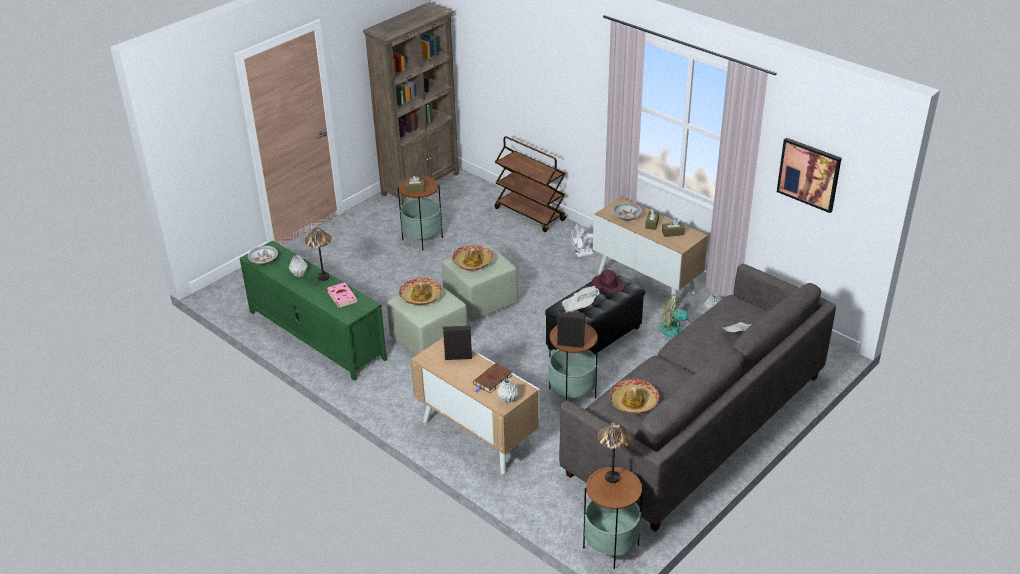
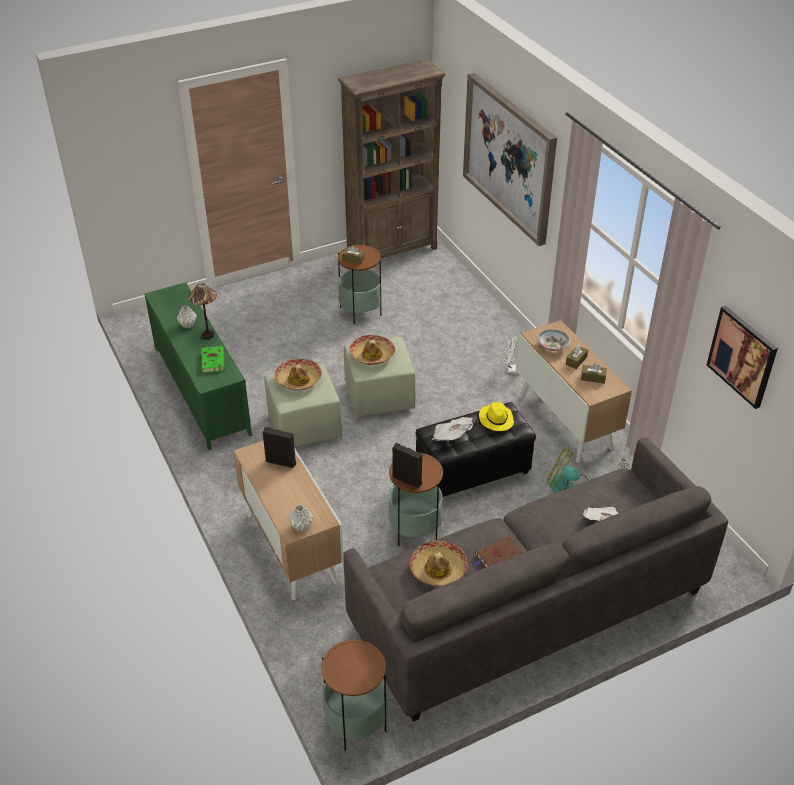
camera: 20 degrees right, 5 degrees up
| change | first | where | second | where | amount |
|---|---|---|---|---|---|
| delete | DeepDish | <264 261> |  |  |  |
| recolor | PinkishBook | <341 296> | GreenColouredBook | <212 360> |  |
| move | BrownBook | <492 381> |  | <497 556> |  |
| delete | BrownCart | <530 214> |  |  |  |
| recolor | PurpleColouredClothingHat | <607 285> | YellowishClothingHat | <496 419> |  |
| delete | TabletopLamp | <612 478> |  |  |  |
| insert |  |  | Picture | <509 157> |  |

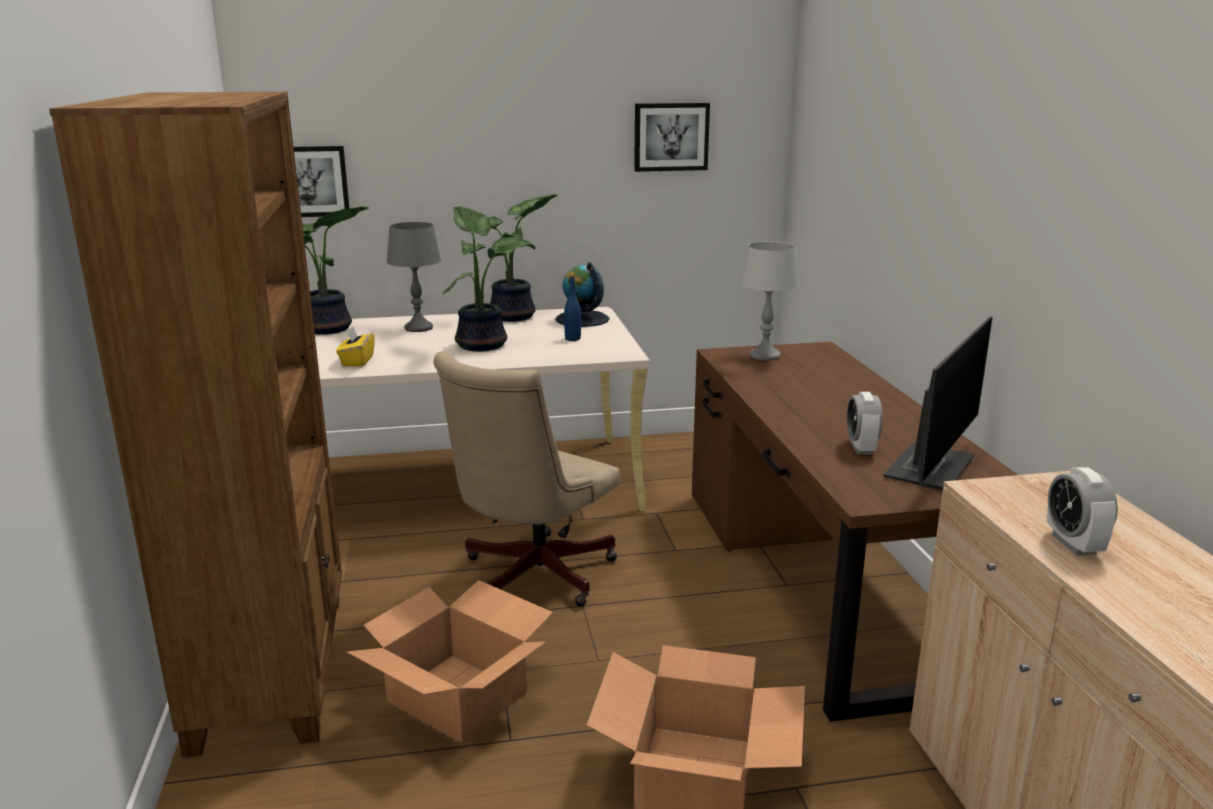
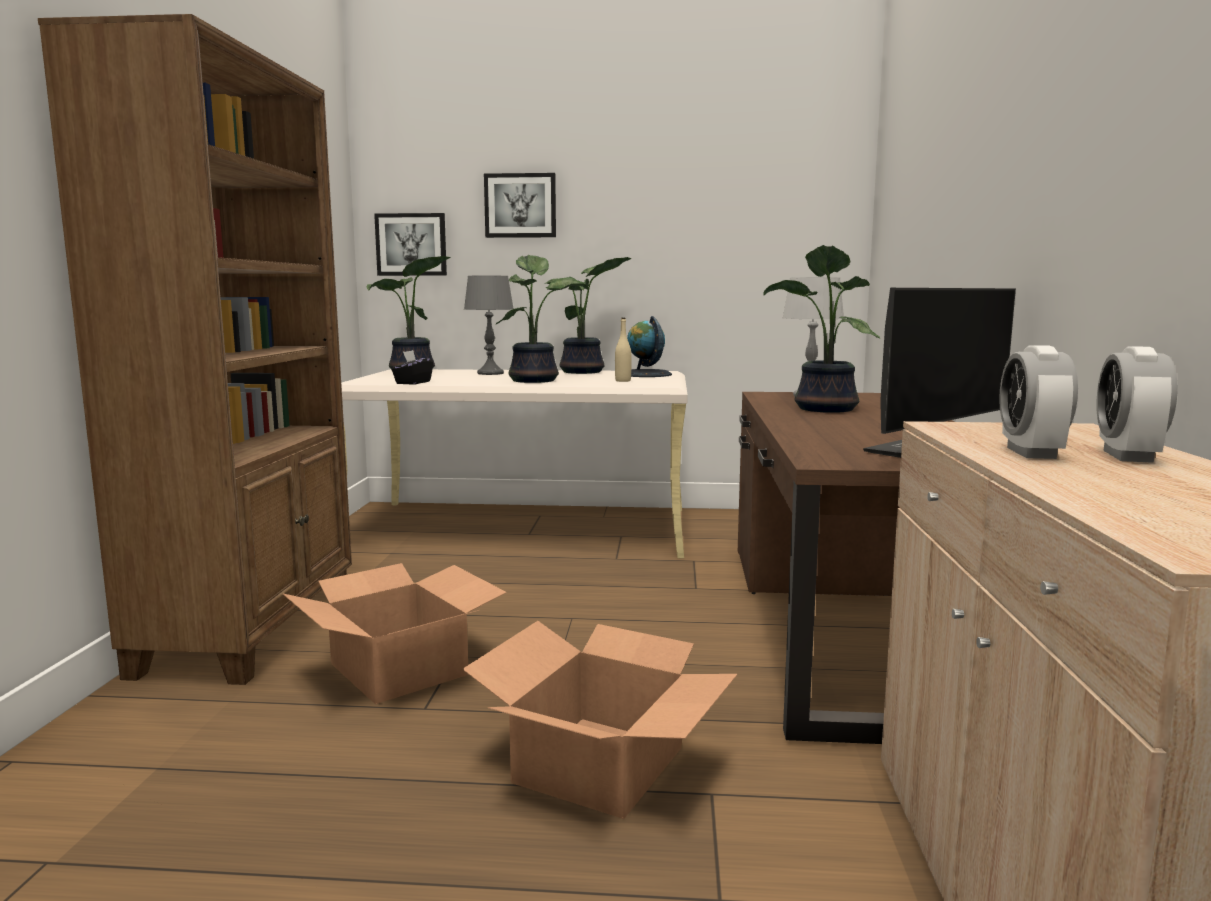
camera: 15 degrees right, 10 degrees down
| change | first | where | second | where | amount |
|---|---|---|---|---|---|
| recolor | YellowishTissueHolder | <357 361> | BlackColouredTissueHolder | <412 383> |  |
| delete | SandColouredComputerChair | <531 576> |  |  |  |
| recolor | BluishBeverageBottle | <572 339> | SandColouredBeverageBottle | <623 381> |  |
| move | Picture | <671 137> |  | <520 205> |  |
| move | BedsideClock | <861 448> |  | <1128 456> |  |
| insert |  |  | Houseplant | <822 409> |  |

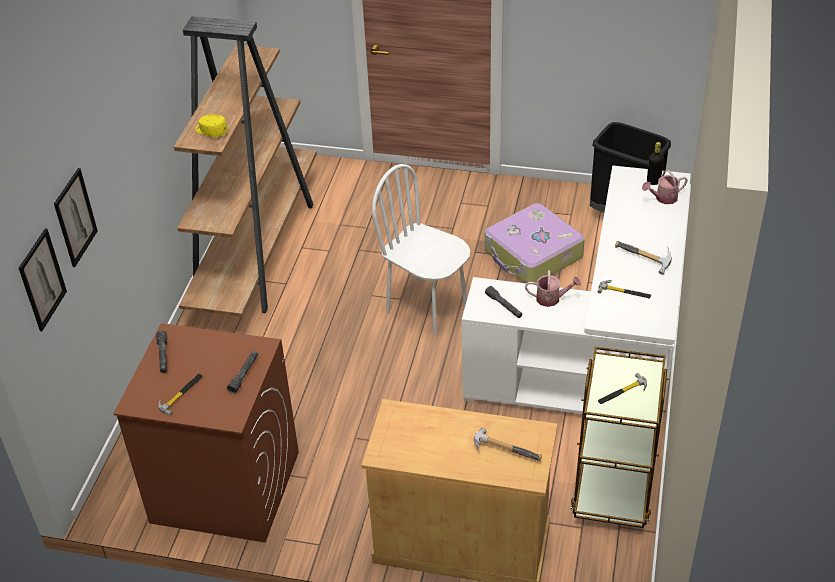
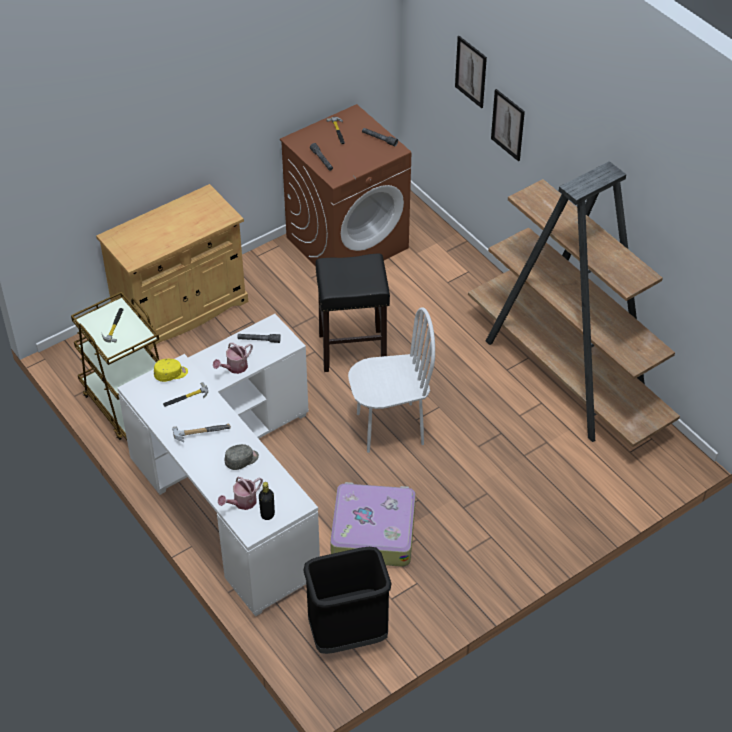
camera: 130 degrees right, 5 degrees up
| change | first | where | second | where | amount |
|---|---|---|---|---|---|
| move | Picture | <42 280> |  | <508 125> |  |
| move | YellowishCap | <211 131> |  | <171 374> |  |
| delete | HandHammer | <505 448> |  |  |  |
| rotate | WateringPot | <663 198> |  | <242 502> | 150 degrees counterclockwise |
| insert |  |  | GreyCap | <242 460> |  |
| insert |  |  | BlackColouredSittingStool | <353 350> |  |

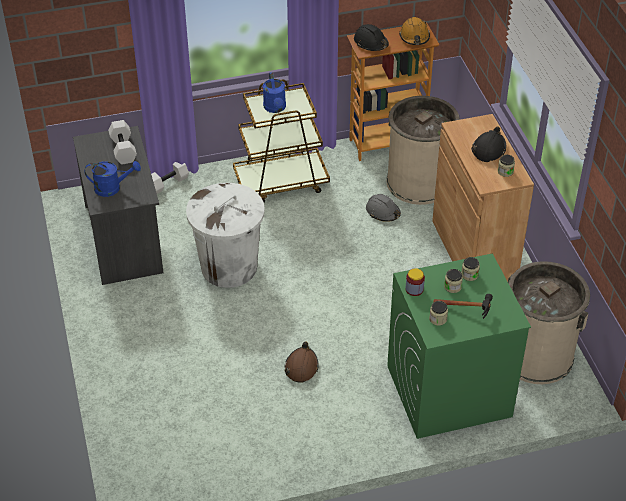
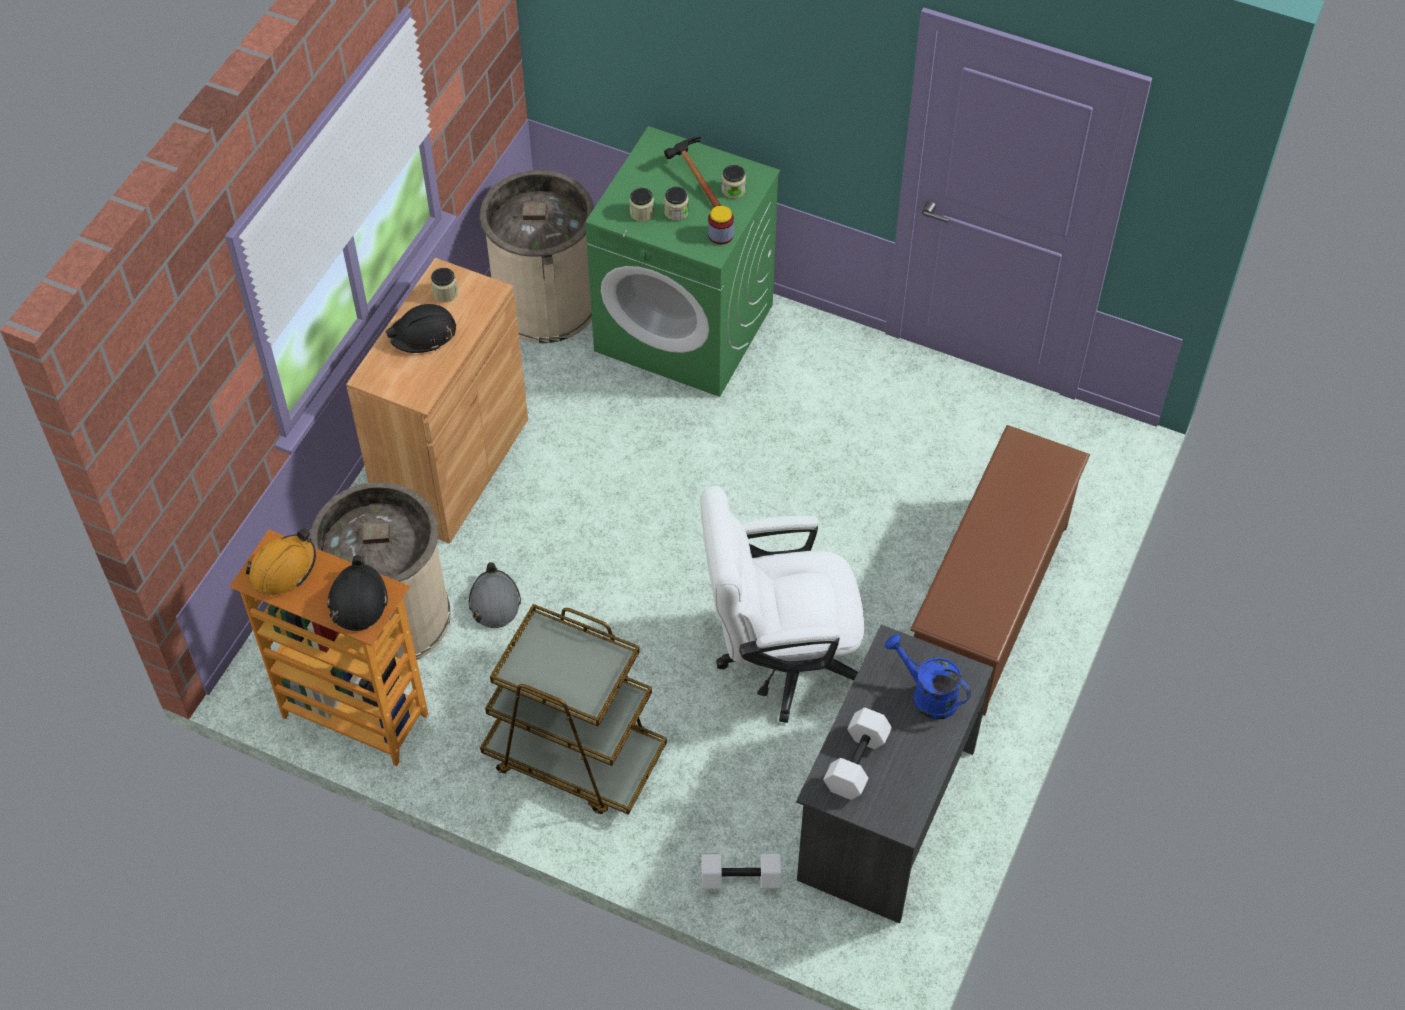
camera: 140 degrees left, 10 degrees up
| change | first | where | second | where | amount |
|---|---|---|---|---|---|
| replace | WhiteColouredRubbishBin | <229 267> | WhiteColouredComputerChair | <779 659> |  |
| delete | BluishWateringPot | <275 108> |  |  |  |
| delete | BrownHardHat | <301 367> |  |  |  |
| insert |  |  | BrownShoeStand | <989 604> |  |

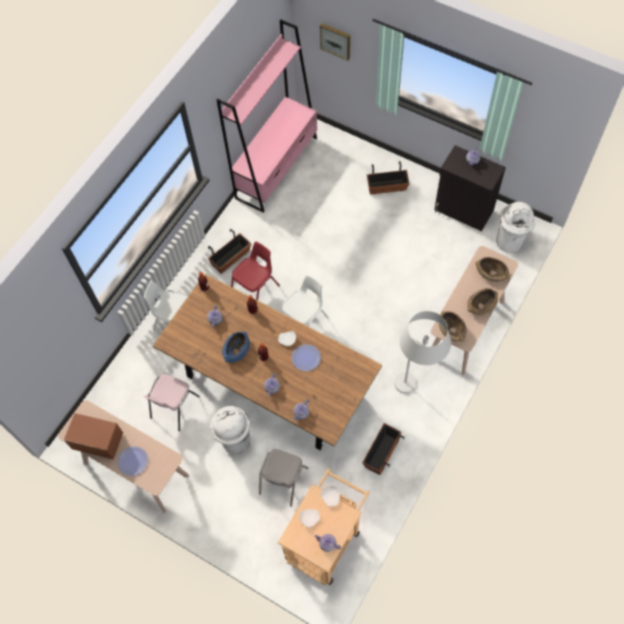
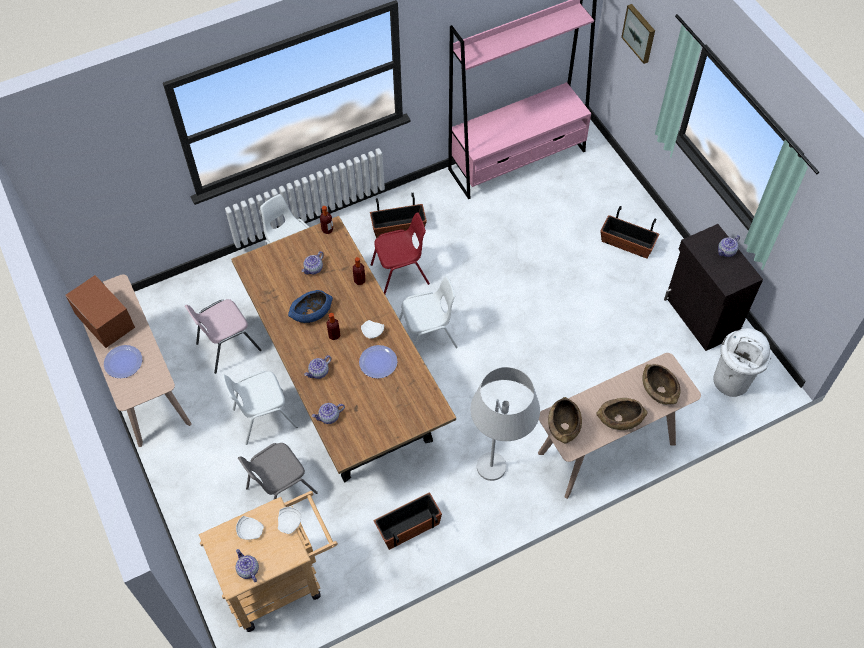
camera: 30 degrees right, 5 degrees down
| change | first | where | second | where | amount |
|---|---|---|---|---|---|
| replace | WhiteColouredRubbishBin | <235 440> | WhiteColouredUprightChair | <263 417> |  |

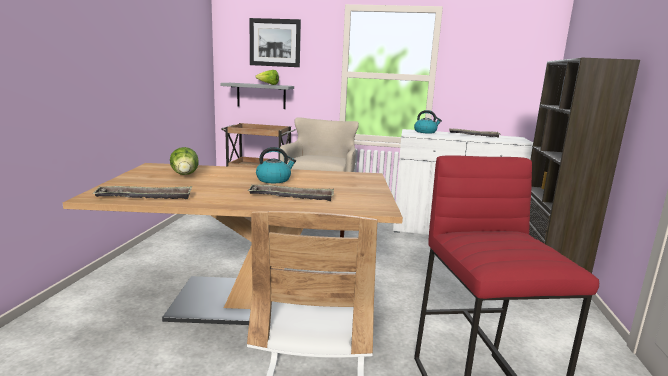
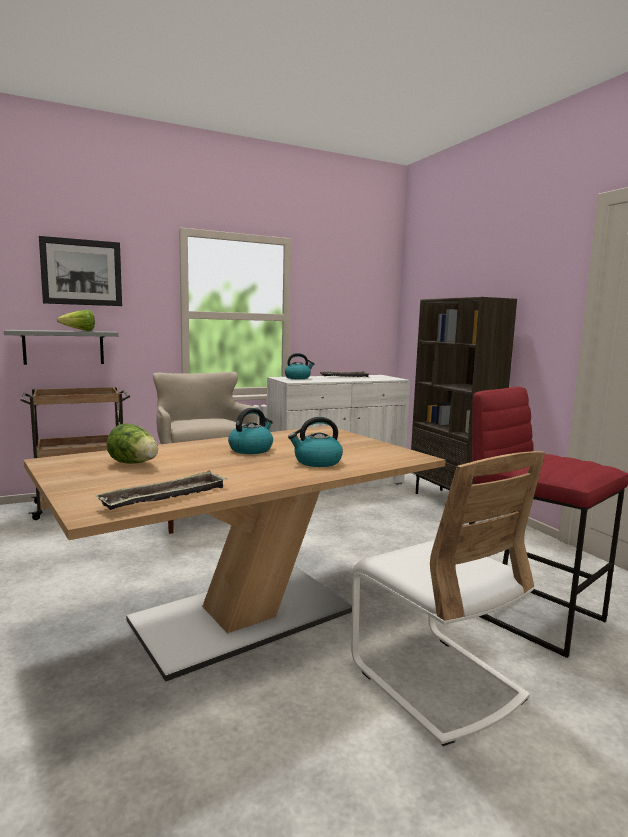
camera: 35 degrees left, 5 degrees down
| change | first | where | second | where | amount |
|---|---|---|---|---|---|
| replace | Tray | <291 197> | TeaKettle | <317 462> |  |

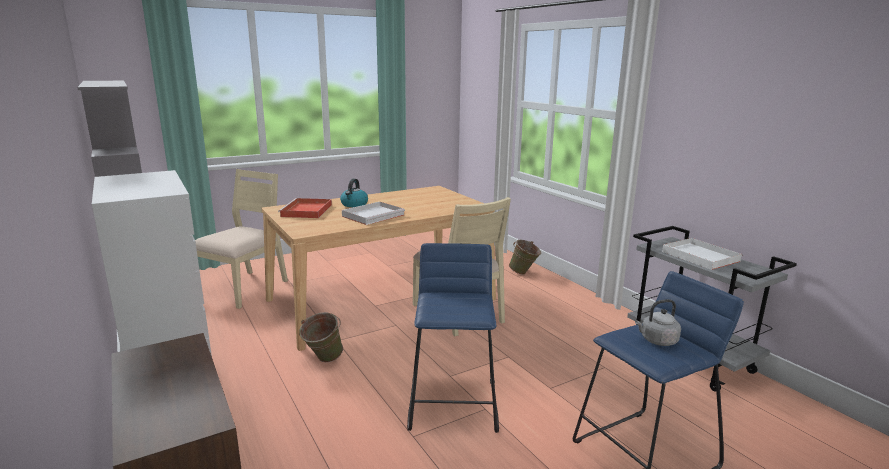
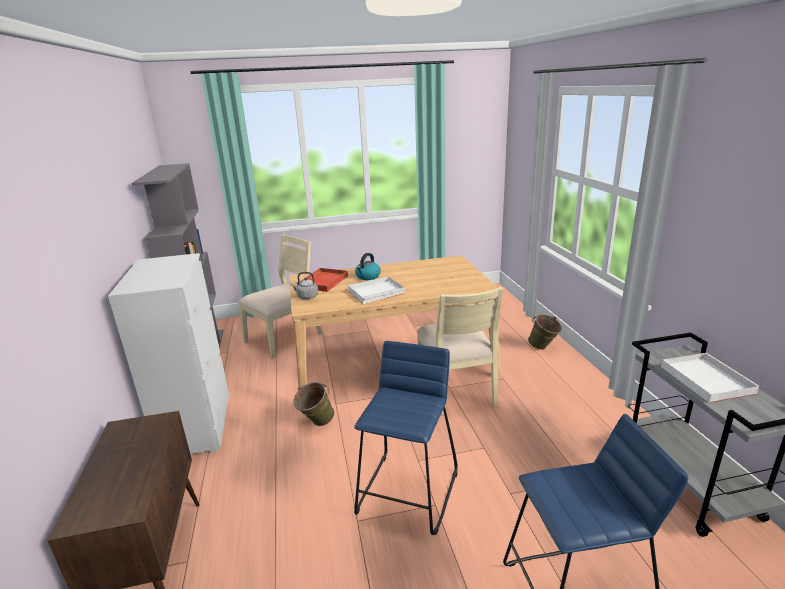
camera: 20 degrees right, 5 degrees up
| change | first | where | second | where | amount |
|---|---|---|---|---|---|
| move | GreyTeaKettle | <657 341> |  | <306 297> |  |

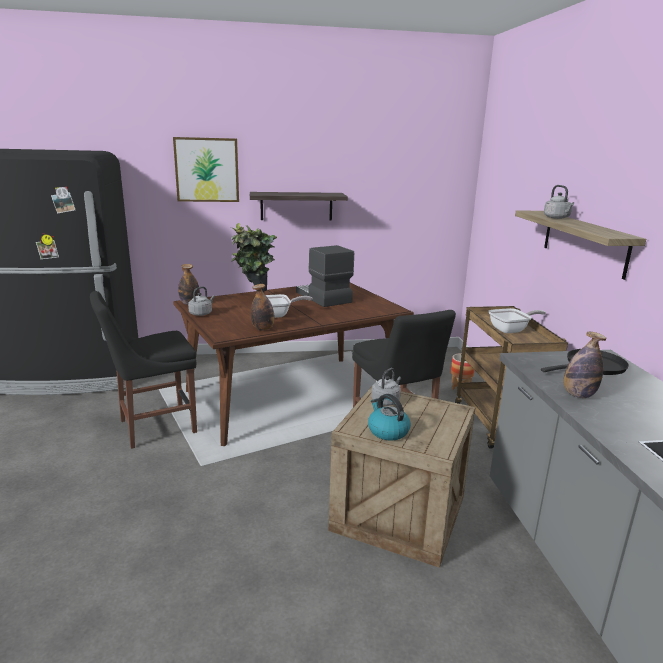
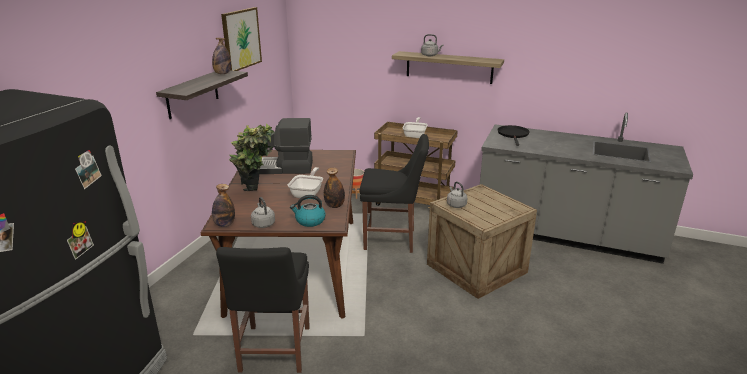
camera: 60 degrees left, 5 degrees up
| change | first | where | second | where | amount |
|---|---|---|---|---|---|
| move | Picture | <207 170> |  | <241 39> |  |
| move | TeaKettle | <387 431> |  | <309 221> |  |
| move | BeverageBottle | <578 395> |  | <222 73> |  |

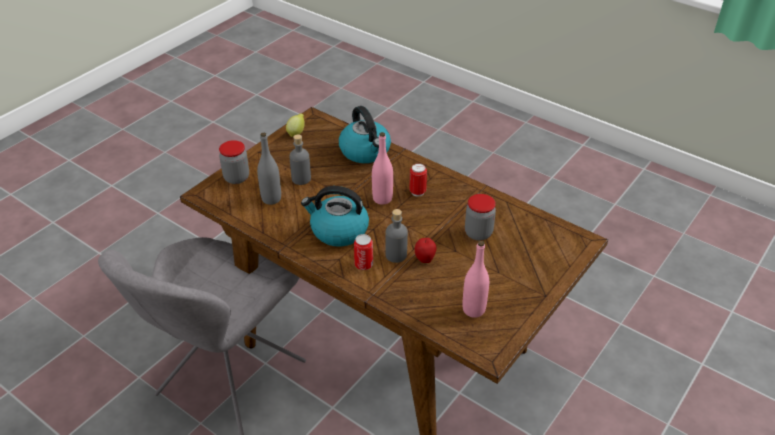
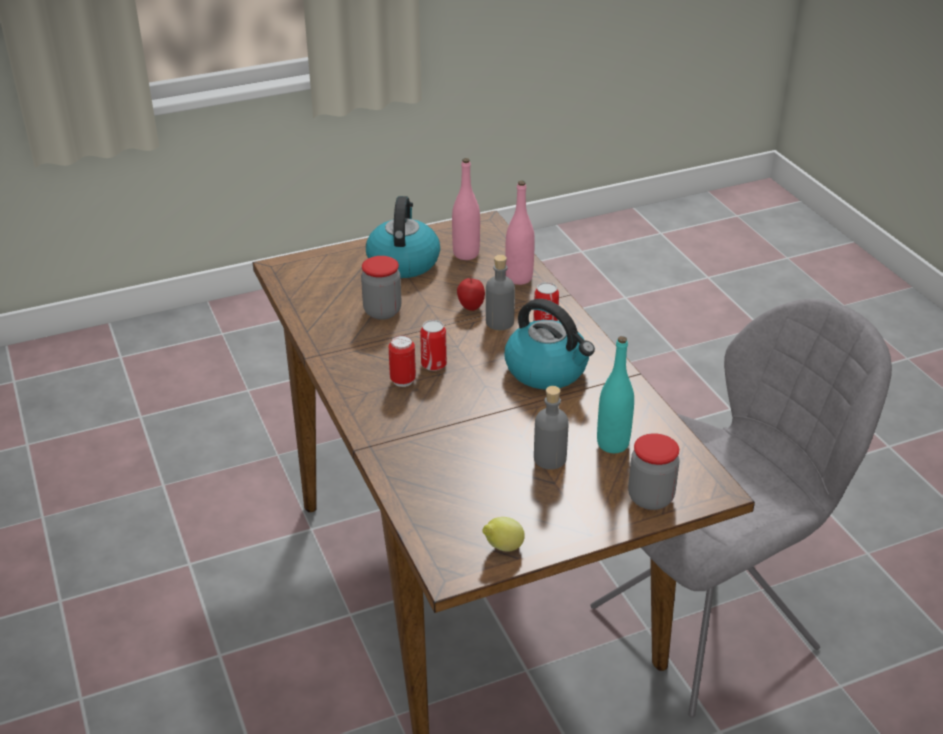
camera: 150 degrees left, 5 degrees down
| change | first | where | second | where | amount |
|---|---|---|---|---|---|
| recolor | GreyBeverageBottle | <271 199> | BlueGreenBeverageBottle | <612 444> |  |
| move | TeaKettle | <365 151> |  | <403 261> |  |
| move | PinkishBeverageBottle | <382 198> |  | <519 278> |  |
| insert |  |  | MetalCan | <433 364> |  |

